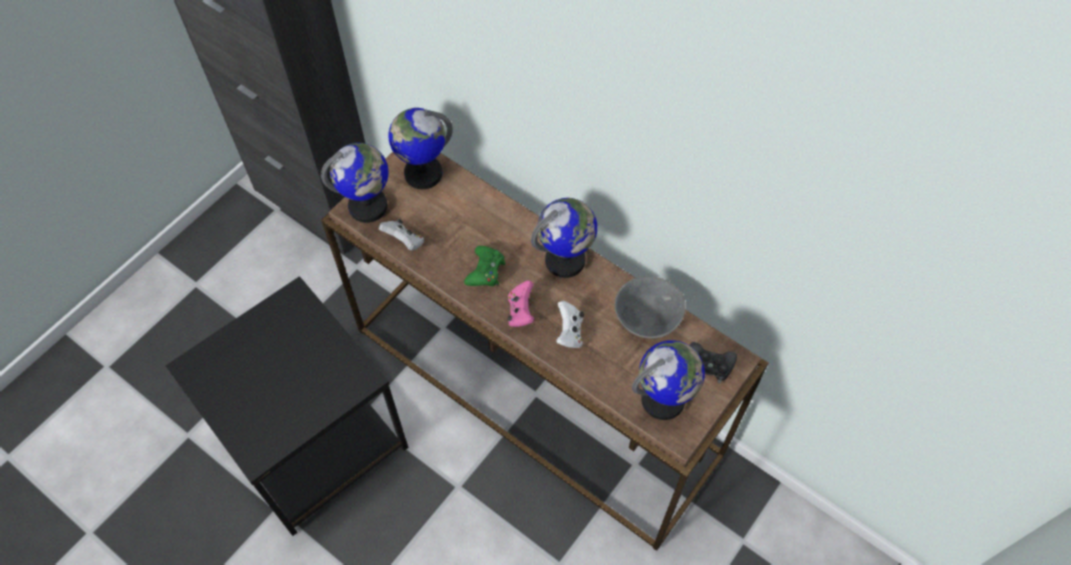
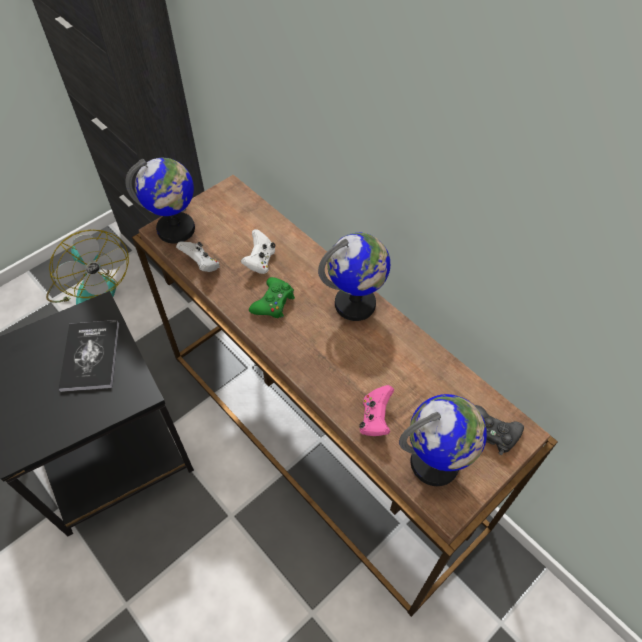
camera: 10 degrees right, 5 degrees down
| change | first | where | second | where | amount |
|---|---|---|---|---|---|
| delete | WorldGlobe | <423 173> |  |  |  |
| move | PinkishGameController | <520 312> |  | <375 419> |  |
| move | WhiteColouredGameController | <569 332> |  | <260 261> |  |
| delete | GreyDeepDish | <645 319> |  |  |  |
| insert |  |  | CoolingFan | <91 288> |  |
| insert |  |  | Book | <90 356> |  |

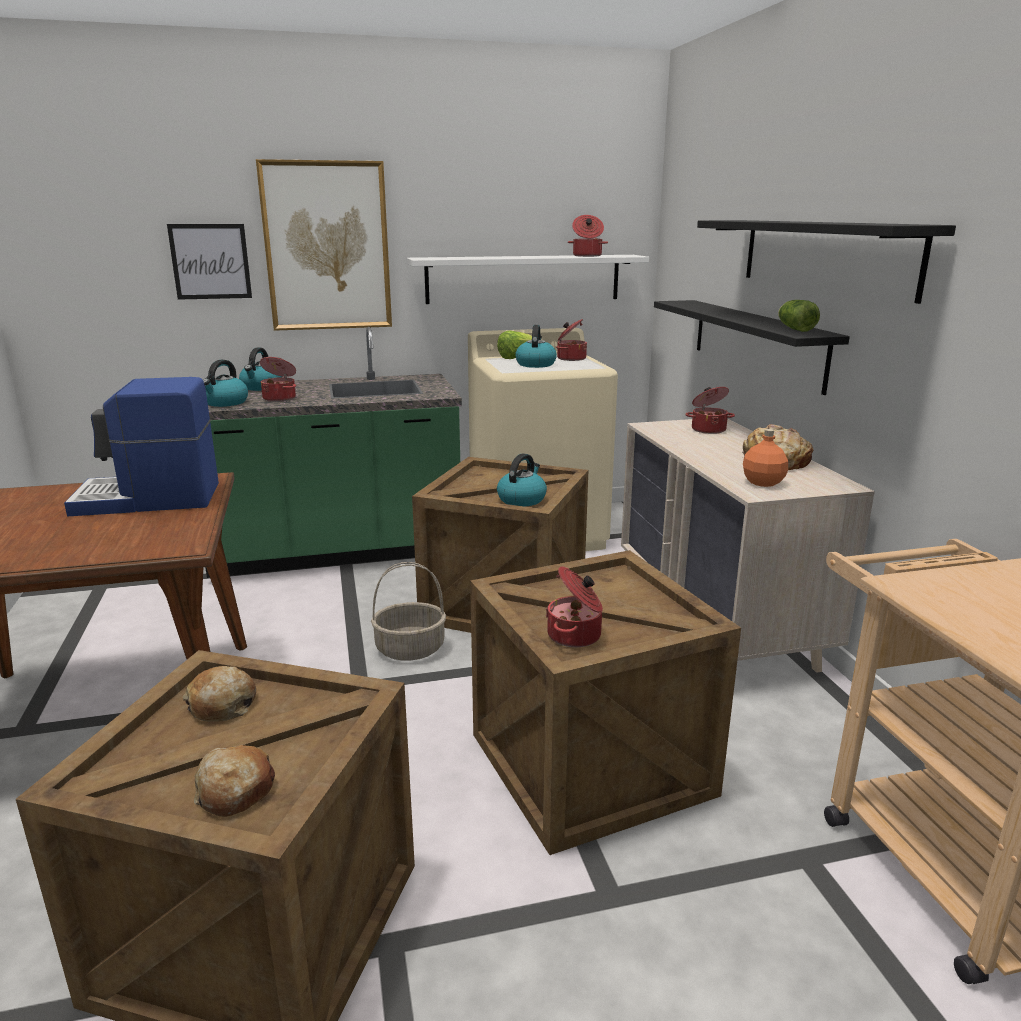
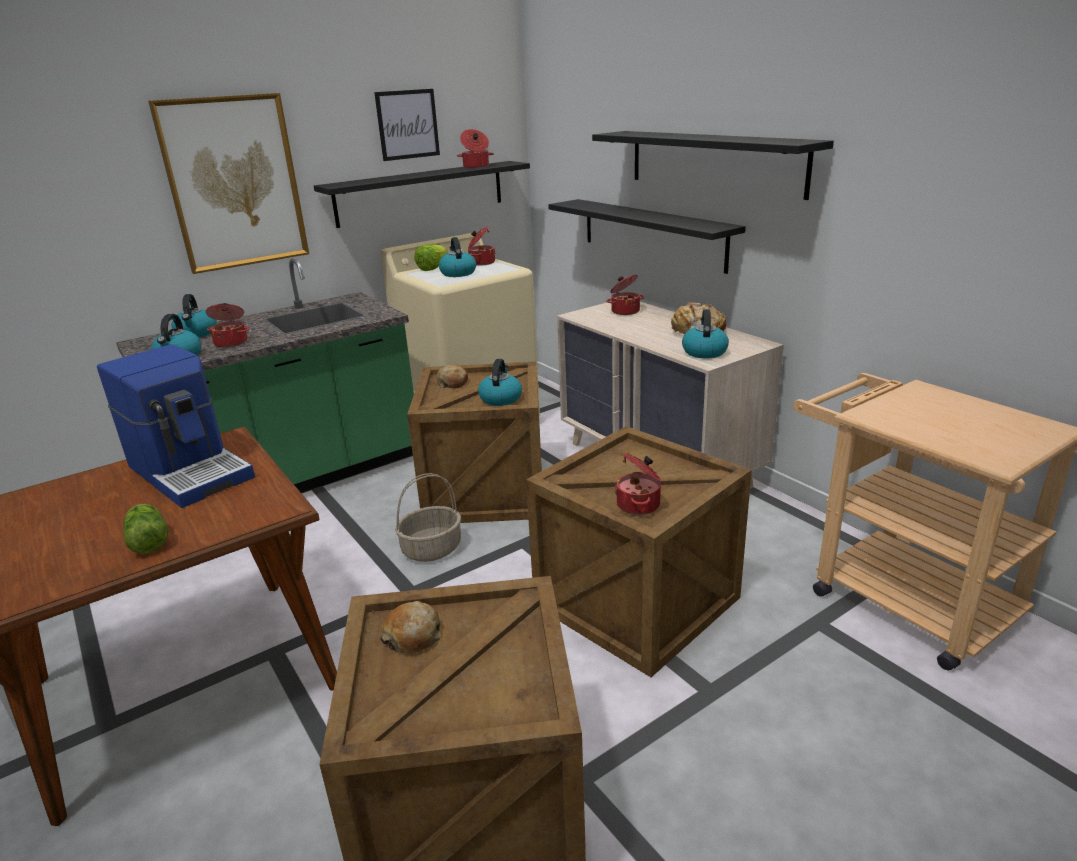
camera: 20 degrees left, 5 degrees up
| change | first | where | second | where | amount |
|---|---|---|---|---|---|
| rotate | CoffeeBrewer | <148 499> |  | <192 471> | 105 degrees counterclockwise |
| move | Picture | <210 261> |  | <407 124> |  |
| move | BakedBread | <235 791> |  | <453 383> |  |
| recolor | WhiteColouredShelf | <523 278> | BlackColouredShelf | <421 193> |  |
| replace | OrangeBeverageBottle | <762 482> | TeaKettle | <704 352> |  |
| move | HeadOfLettuce | <794 329> |  | <149 540> |  |

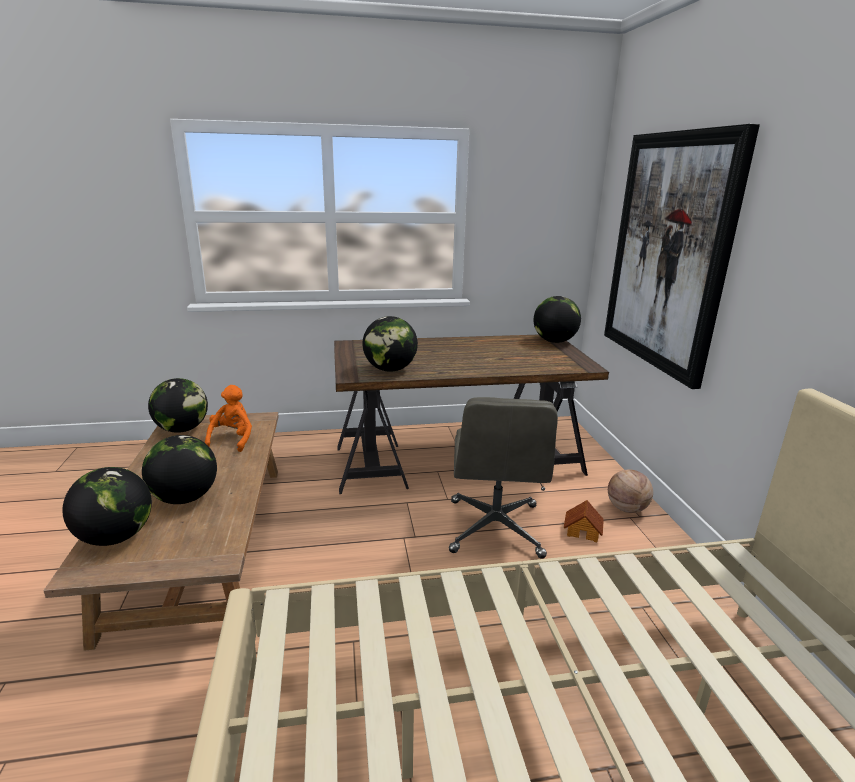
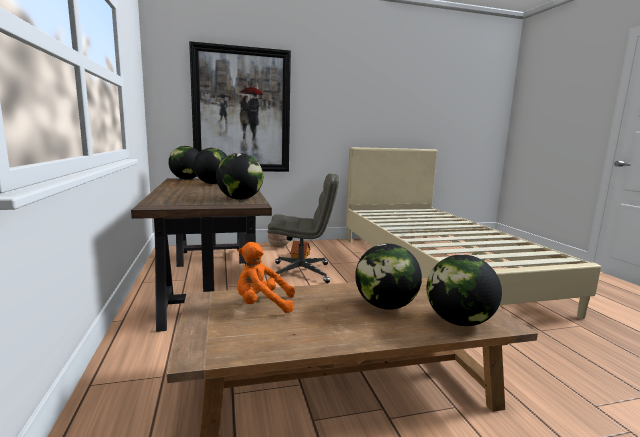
camera: 95 degrees left, 10 degrees down
| change | first | where | second | where | amount |
|---|---|---|---|---|---|
| move | WorldGlobe | <182 429> |  | <212 183> |  |

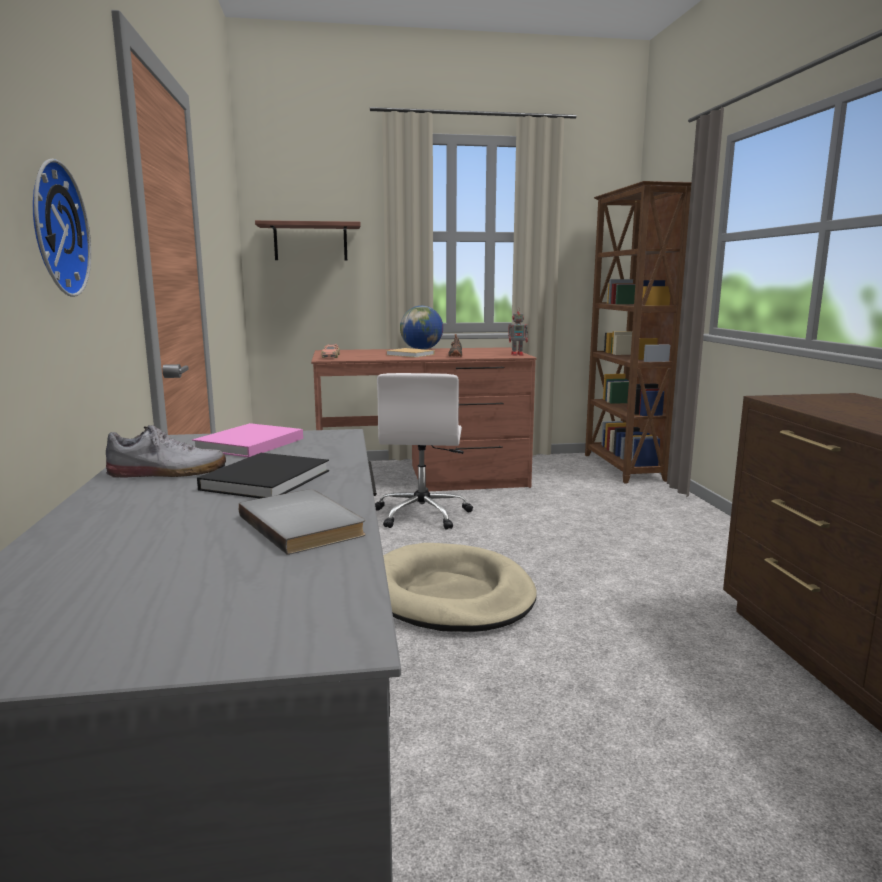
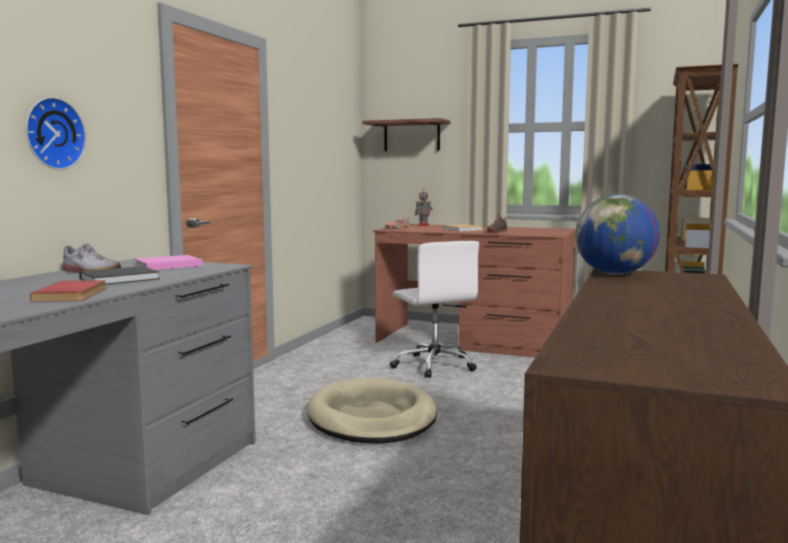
camera: 30 degrees right, 5 degrees down
| change | first | where | second | where | amount |
|---|---|---|---|---|---|
| recolor | GreyBook | <305 524> | RedColouredBook | <73 294> |  |
| rotate | WhiteColouredComputerChair | <422 514> |  | <434 365> | 60 degrees counterclockwise |
| move | WorldGlobe | <421 349> |  | <614 274> |  |
| move | ModelRobot | <518 354> |  | <423 225> |  |

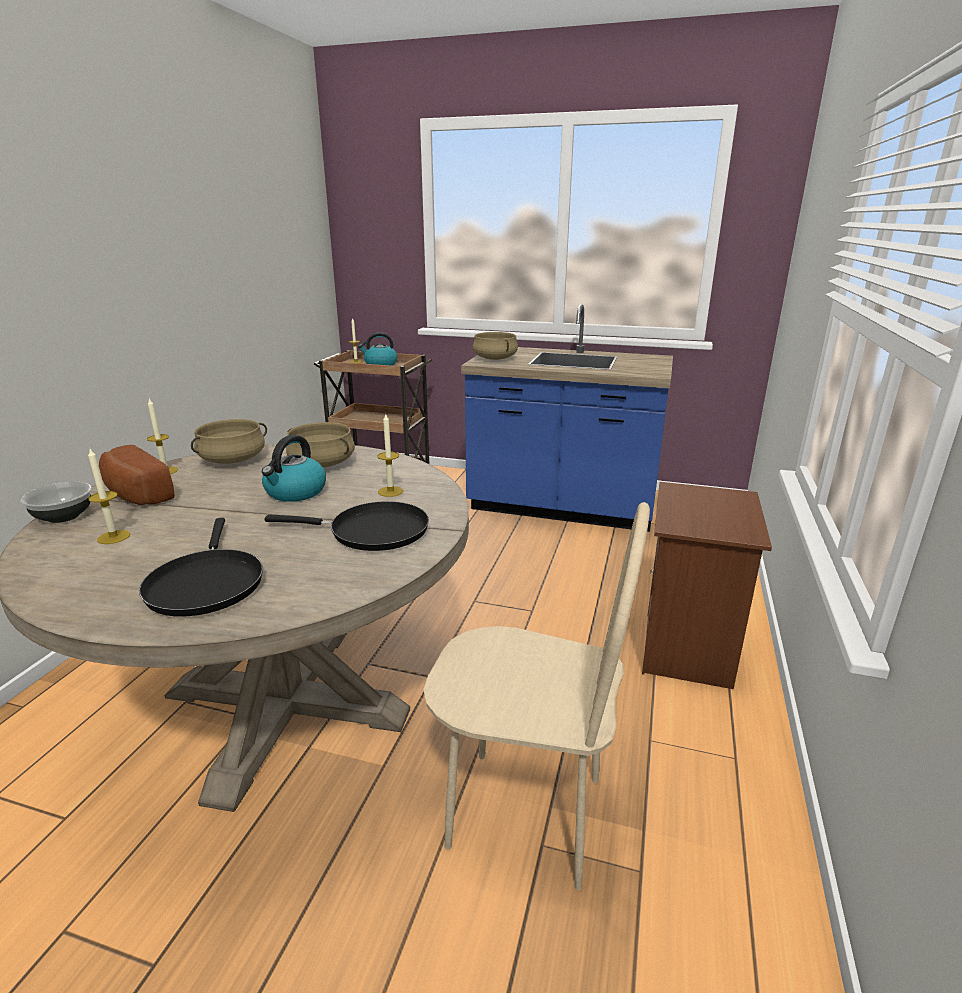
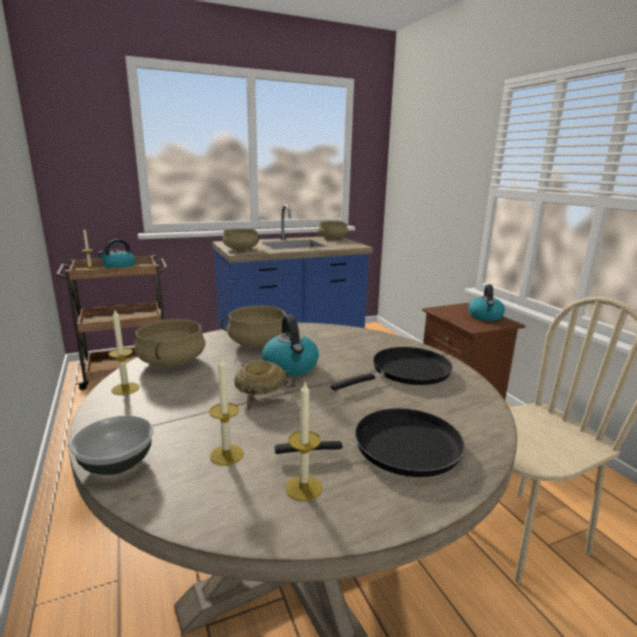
camera: 40 degrees left, 5 degrees down
| change | first | where | second | where | amount |
|---|---|---|---|---|---|
| delete | BakedBread | <135 494> |  |  |  |
| rotate | BlackColouredPan | <206 583> |  | <398 448> | 45 degrees counterclockwise |
| move | Candle | <390 491> |  | <303 488> |  |
| insert |  |  | SandColouredDeepDish | <260 393> |  |
| insert |  |  | SandColouredSaucepot | <332 238> |  |
| insert |  |  | TeaKettle | <485 316> |  |

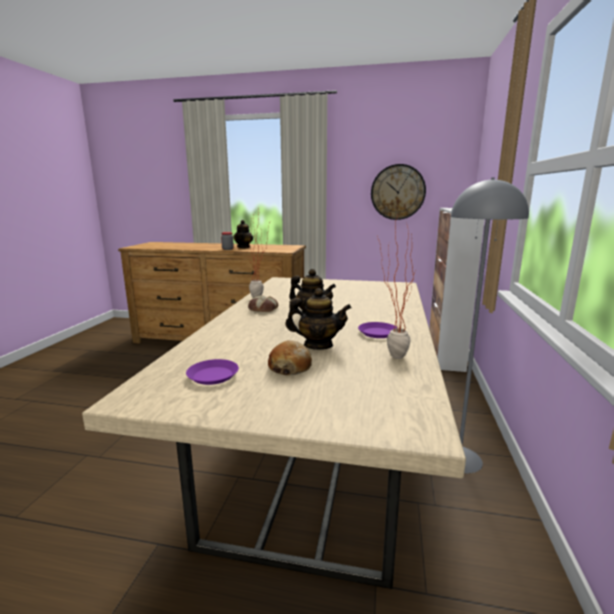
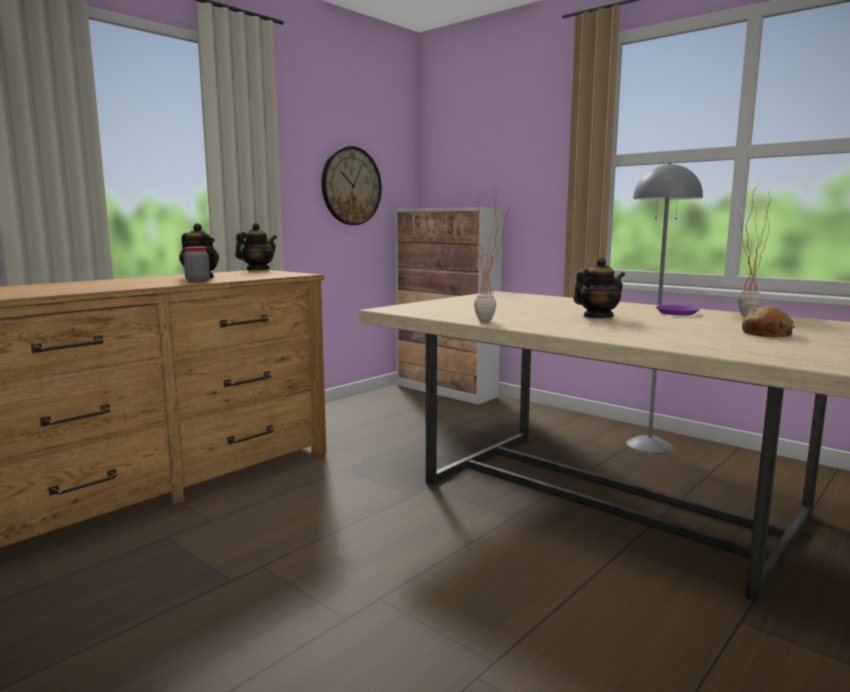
camera: 60 degrees left, 5 degrees down
| change | first | where | second | where | amount |
|---|---|---|---|---|---|
| delete | PurpleColouredDinnerPlate | <213 375> |  |  |  |
| delete | BakedBread | <262 309> |  |  |  |
| move | PotForTea | <318 345> |  | <257 270> |  |

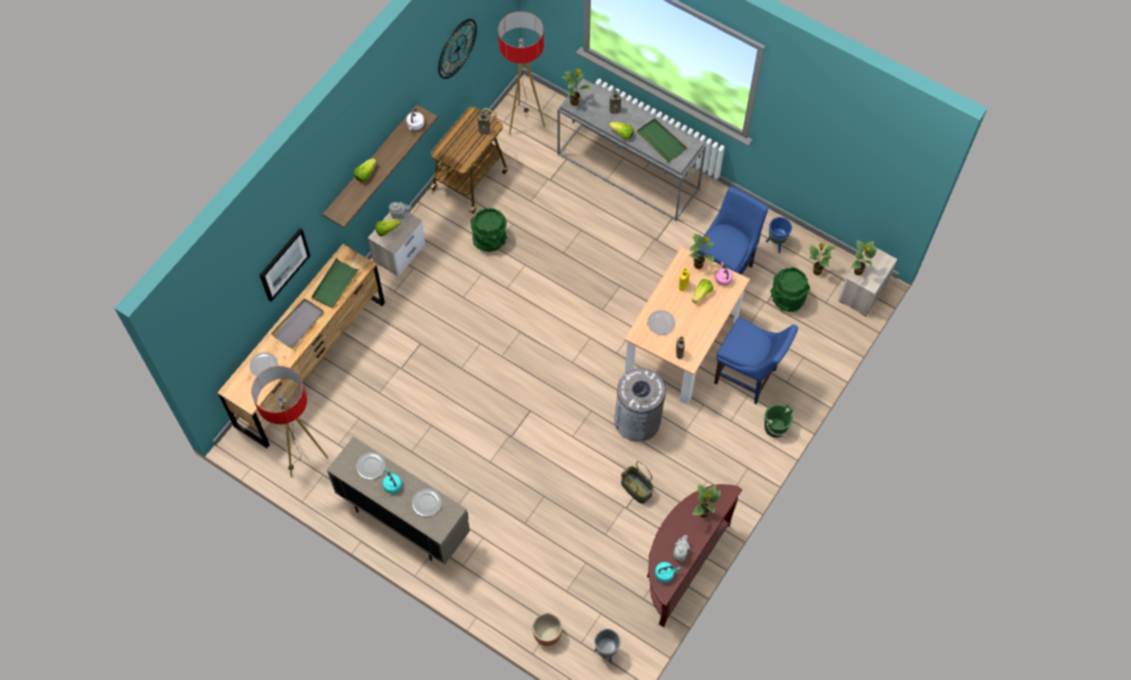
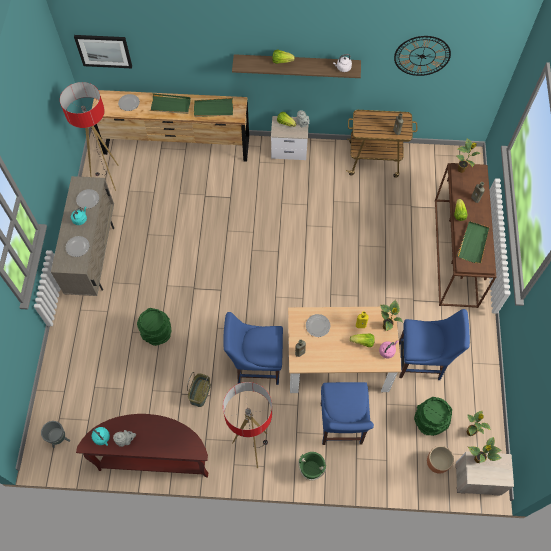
camera: 60 degrees right, 0 degrees up
| change | first | where | second | where | amount |
|---|---|---|---|---|---|
| move | Picture | <284 264> |  | <104 50> |  |
| recolor | GreyTray | <298 324> | GreenColouredTray | <170 105> |  |
| move | GreenColouredBucket | <490 240> |  | <157 333> |  |
| move | StandardLamp | <524 122> |  | <252 448> |  |
| move | BrownFlowerPot | <547 634> |  | <437 462> |  |
| recolor | GreyNarrowTable | <629 171> | BrownNarrowTable | <456 253> |  |
| replace | GreyRubbishBin | <637 420> | BluishUprightChair | <255 365> |  |
| delete | Houseplant | <703 513> |  |  |  |
| delete | BluishFlowerPot | <776 244> |  |  |  |

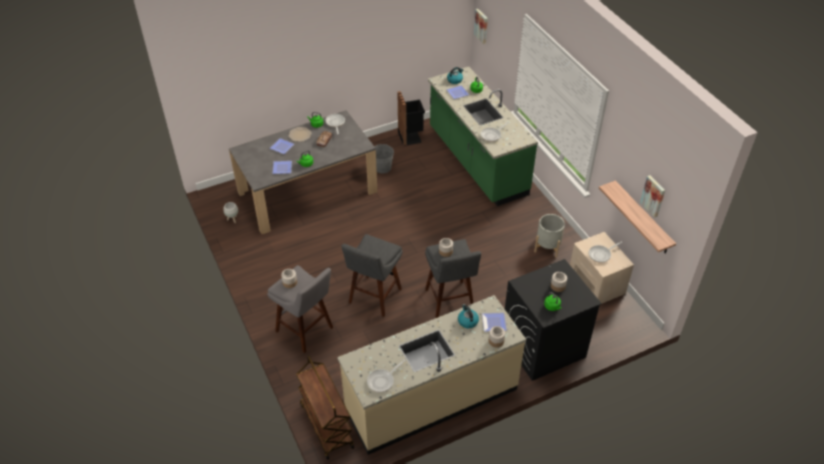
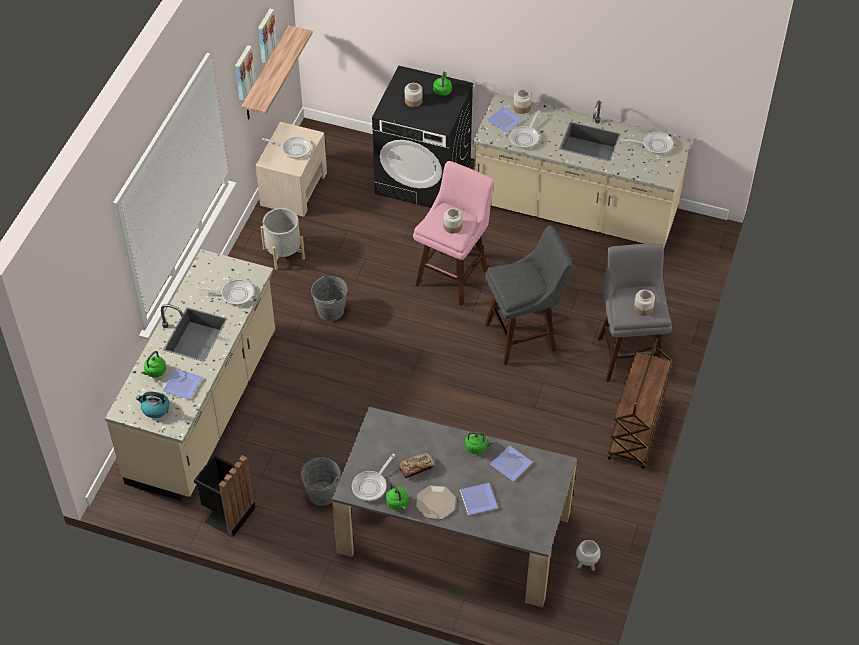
camera: 135 degrees left, 5 degrees up
| change | first | where | second | where | amount |
|---|---|---|---|---|---|
| move | BrownCart | <326 425> |  | <636 431> |  |
| recolor | GreySittingStool | <450 302> | PinkishSittingStool | <453 275> |  |
| recolor | GreenColouredCounter | <476 161> | SandColouredCounter | <204 409> |  |
| replace | TeaKettle | <467 321> | Pan | <525 137> |  |
| move | Picture | <482 26> |  | <243 72> |  |
| insert |  |  | GreyBucket | <330 310> |  |

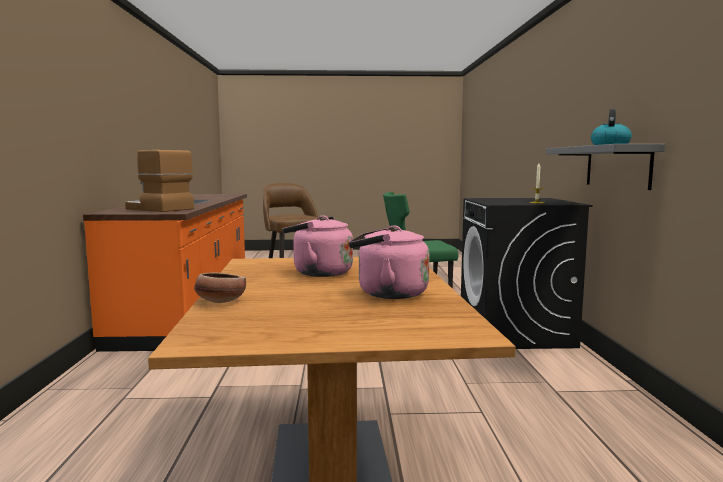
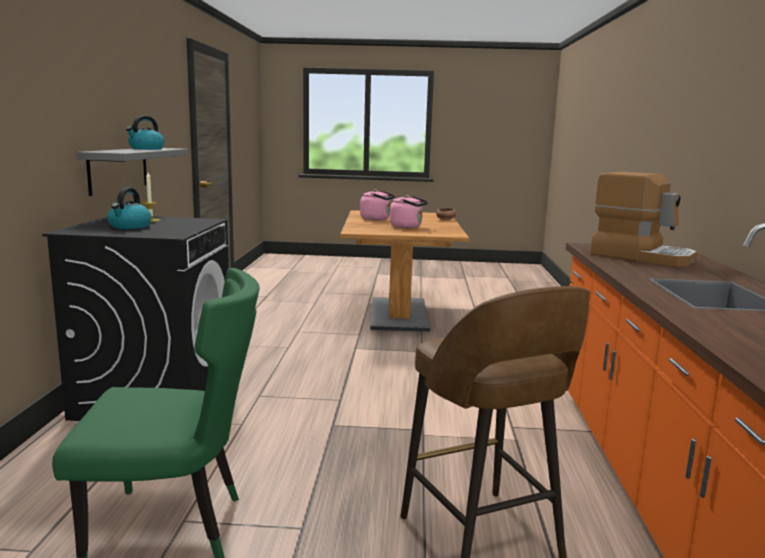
camera: 175 degrees left, 5 degrees up
| change | first | where | second | where | amount |
|---|---|---|---|---|---|
| insert |  |  | TeaKettle | <130 226> |  |

